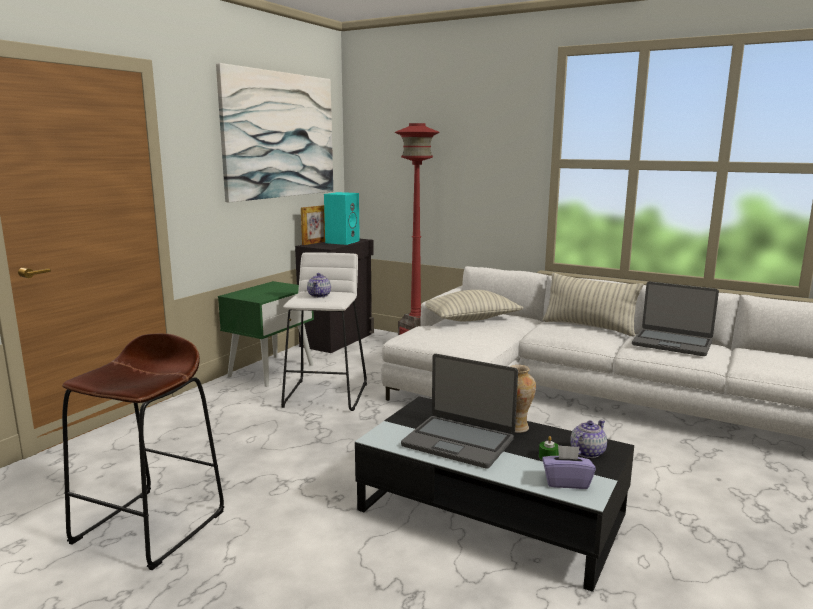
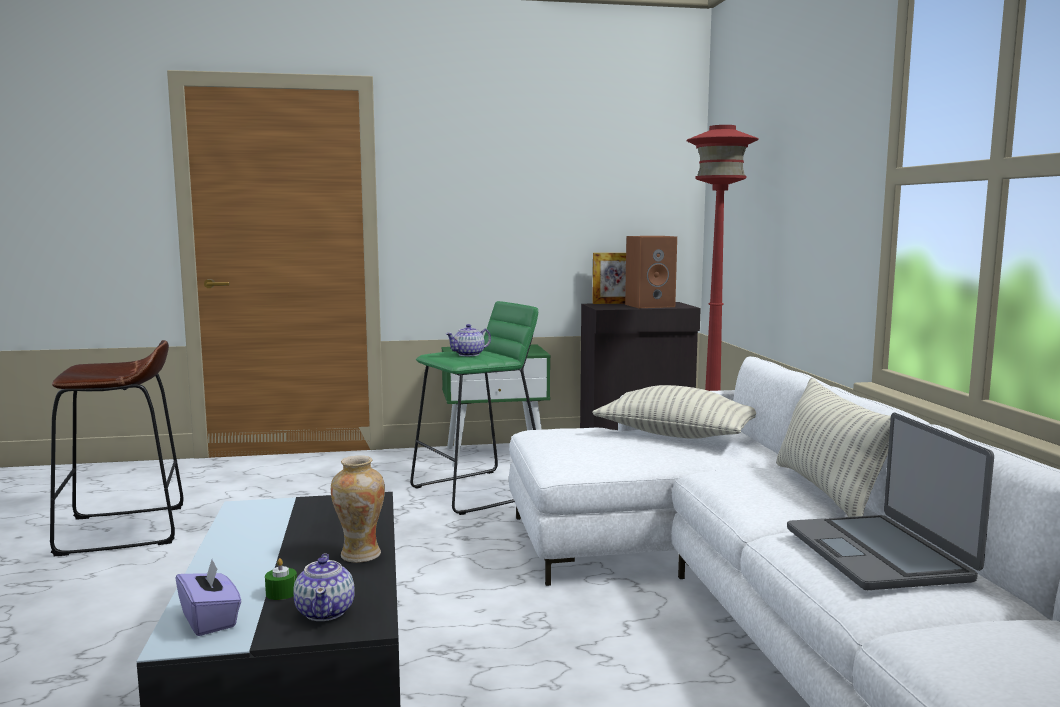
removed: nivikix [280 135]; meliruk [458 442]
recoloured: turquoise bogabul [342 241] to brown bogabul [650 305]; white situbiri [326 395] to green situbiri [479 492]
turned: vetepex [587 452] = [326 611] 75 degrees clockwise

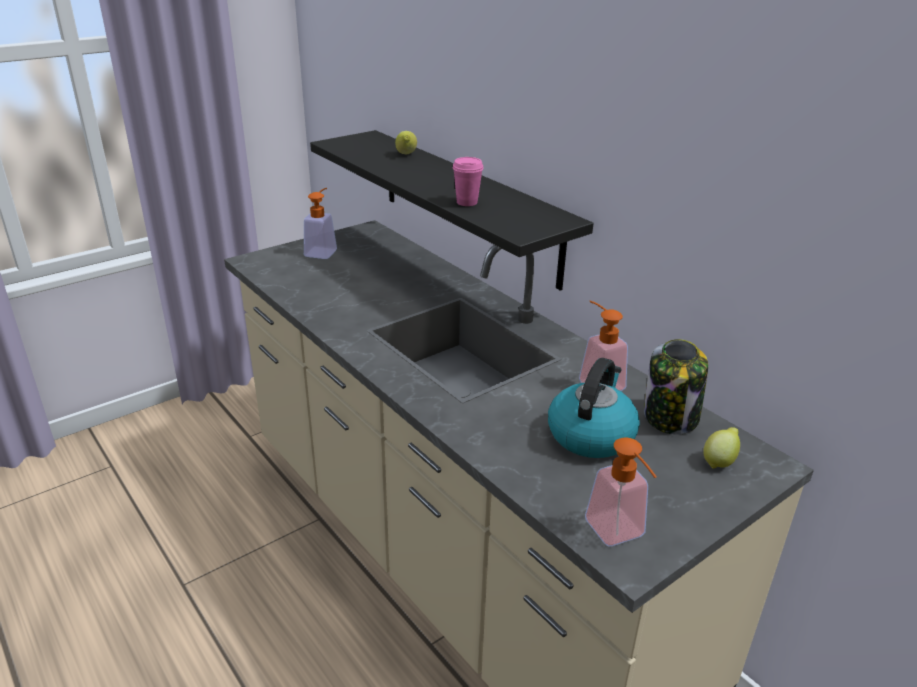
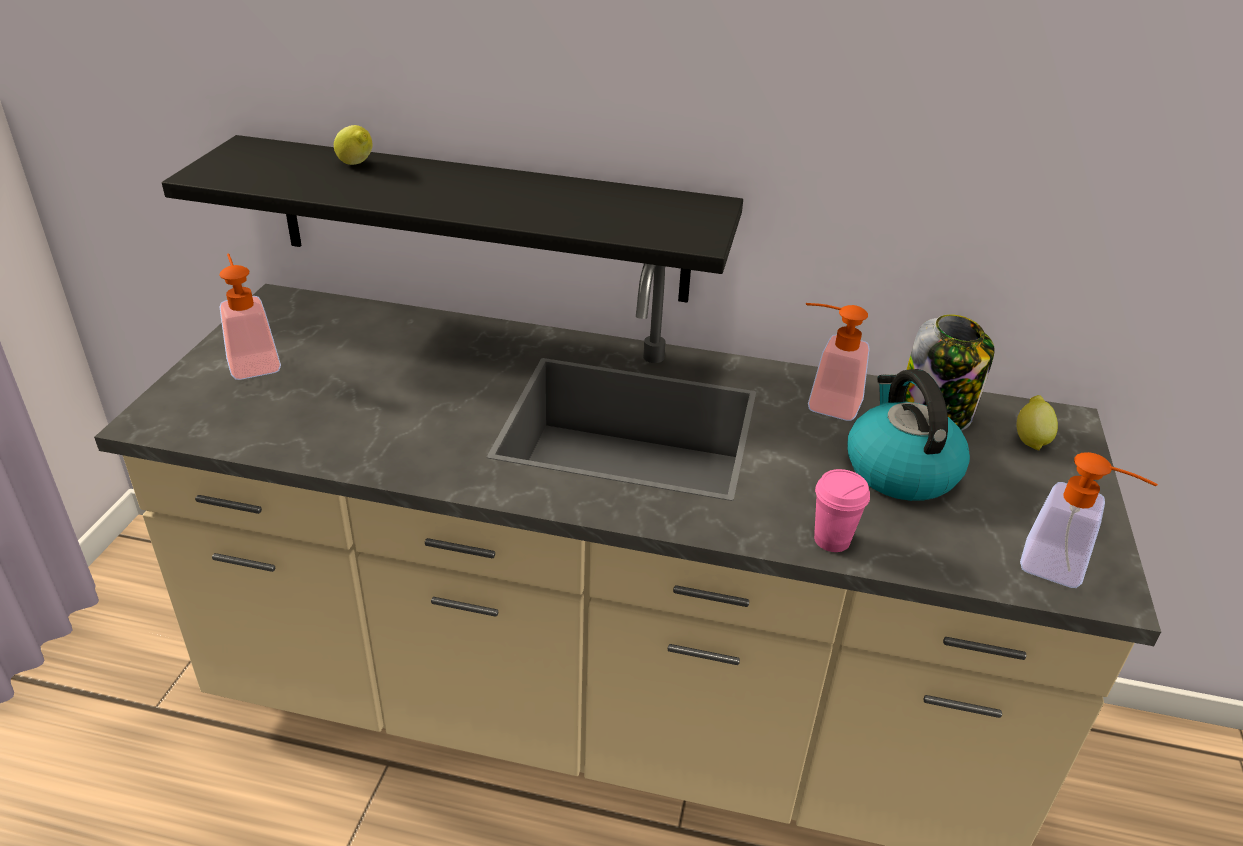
moved: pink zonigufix [467 202] to [832 540]

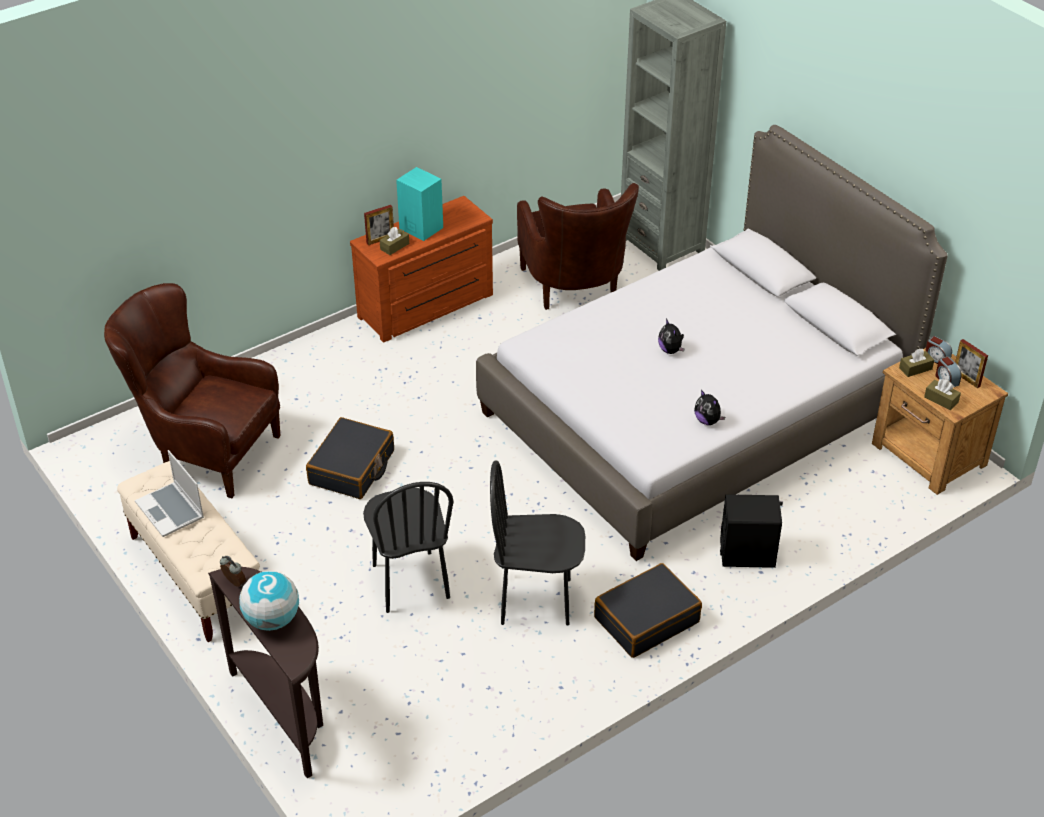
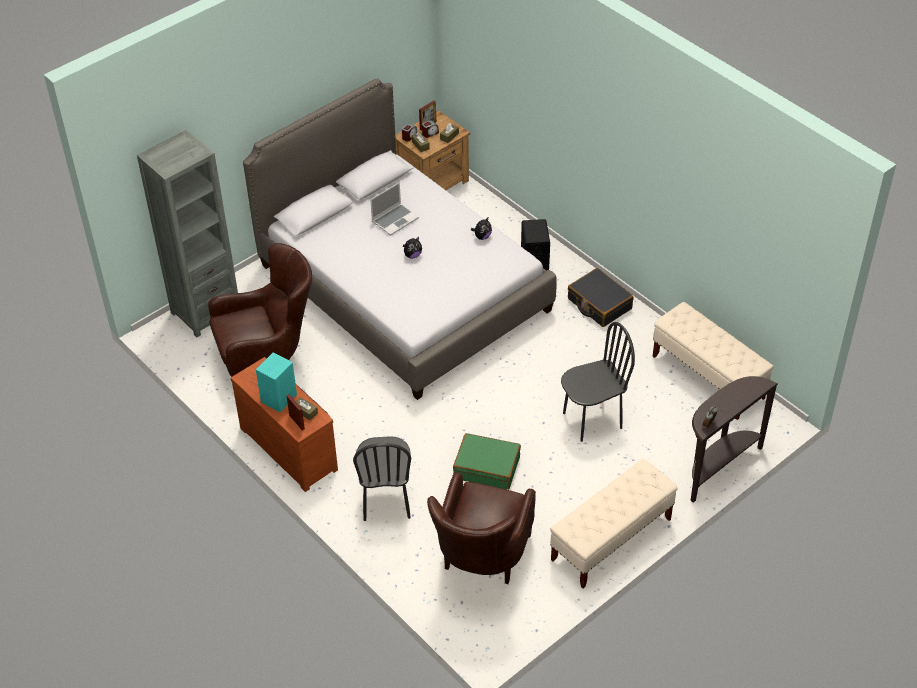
removed: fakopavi [272 620]
added: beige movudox [708 377]
moved: meliruk [171 511] to [395 219]; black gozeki [536 600] to [386 500]
recoloured: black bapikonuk [352 468] to green bapikonuk [487 467]

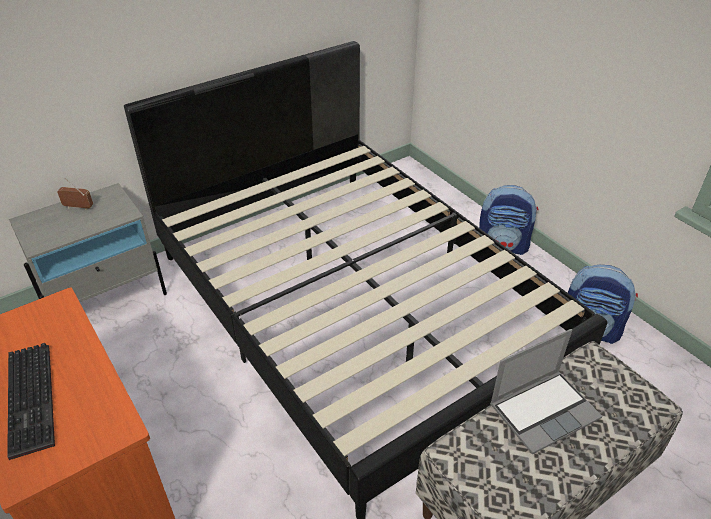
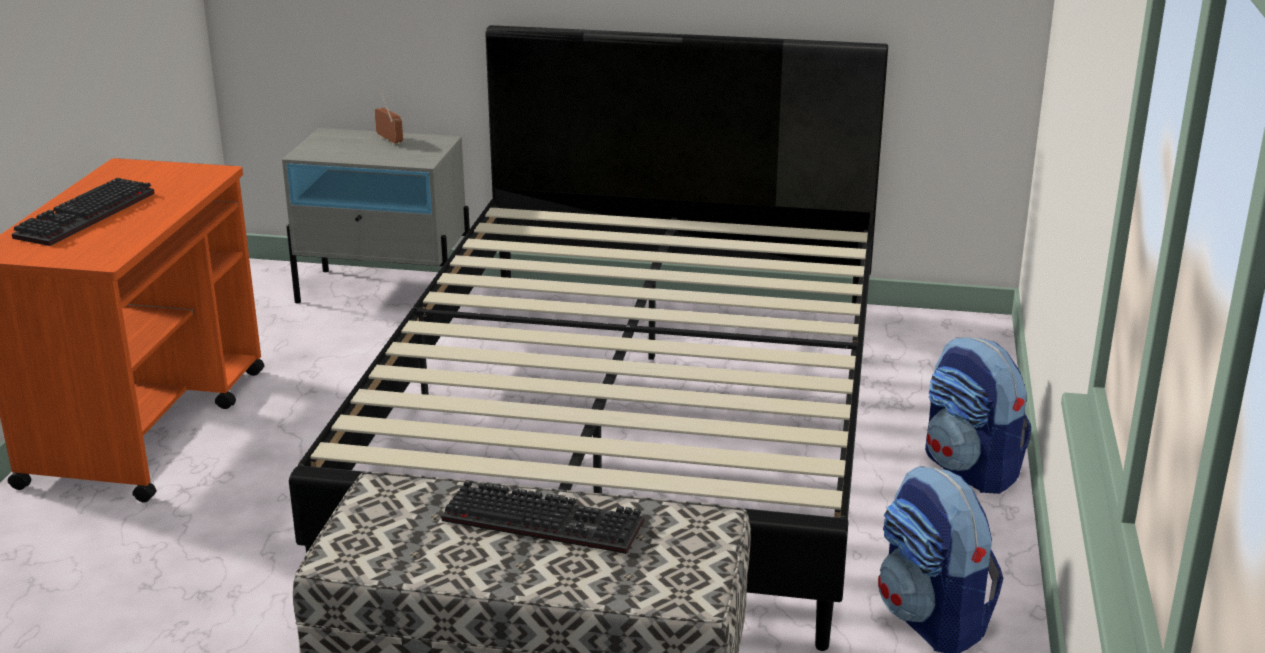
replaced: meliruk [544 410] to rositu [547 520]

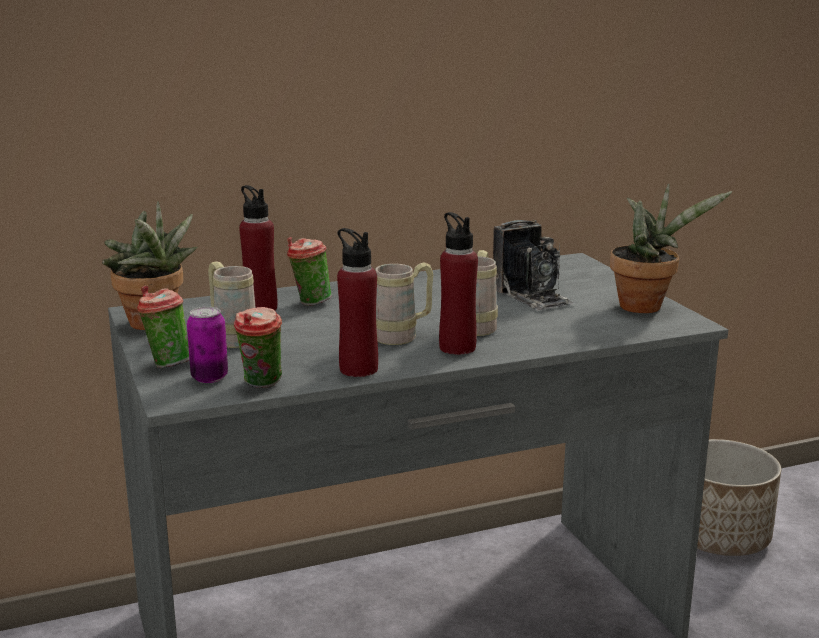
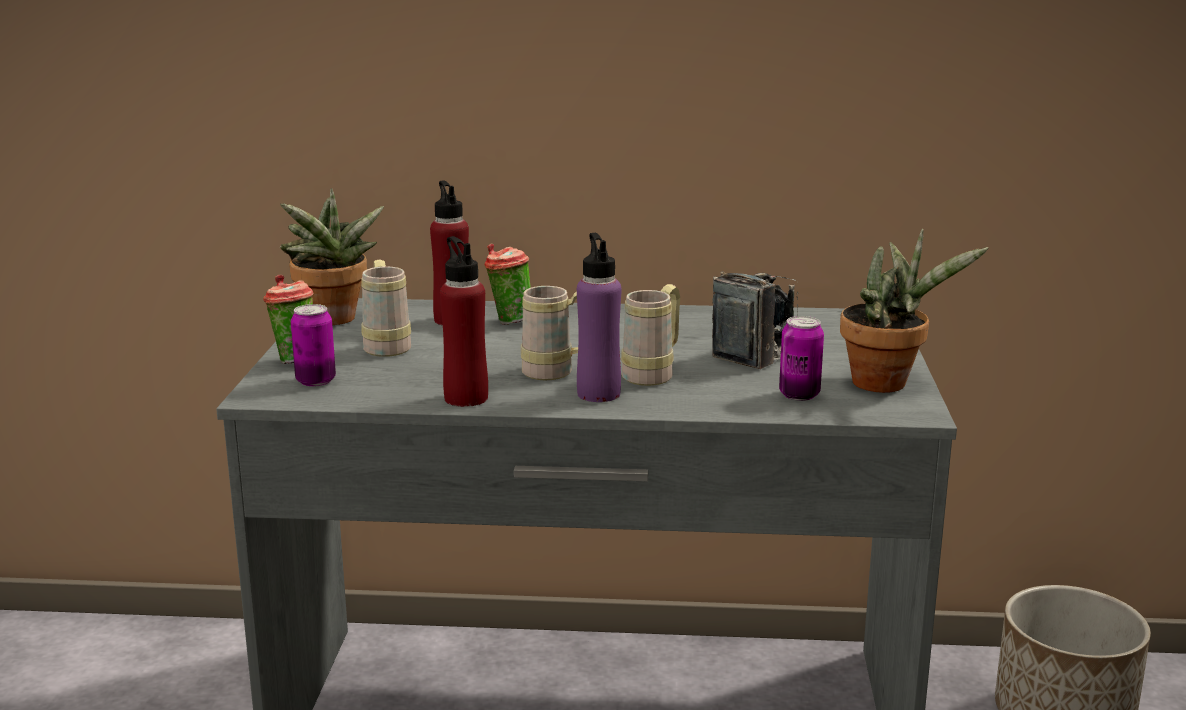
removed: zonigufix [261 385]
added: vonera [799 395]
recoloured: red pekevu [457 348] to purple pekevu [598 394]
turned: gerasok [532 296] = [763 351] 135 degrees counterclockwise

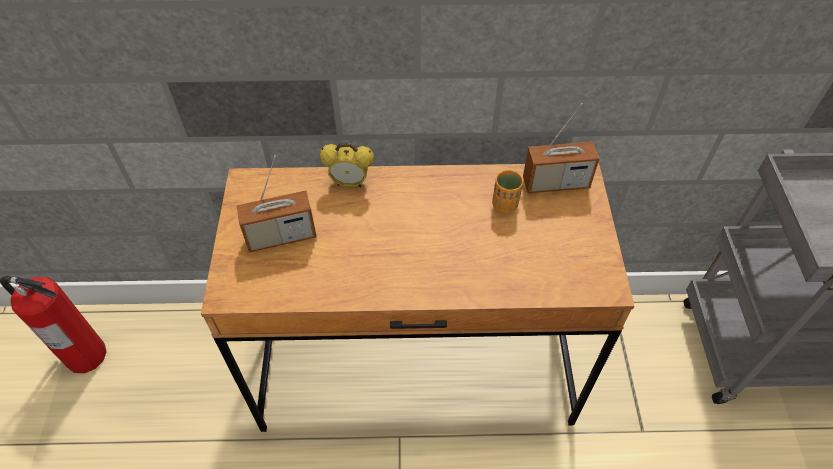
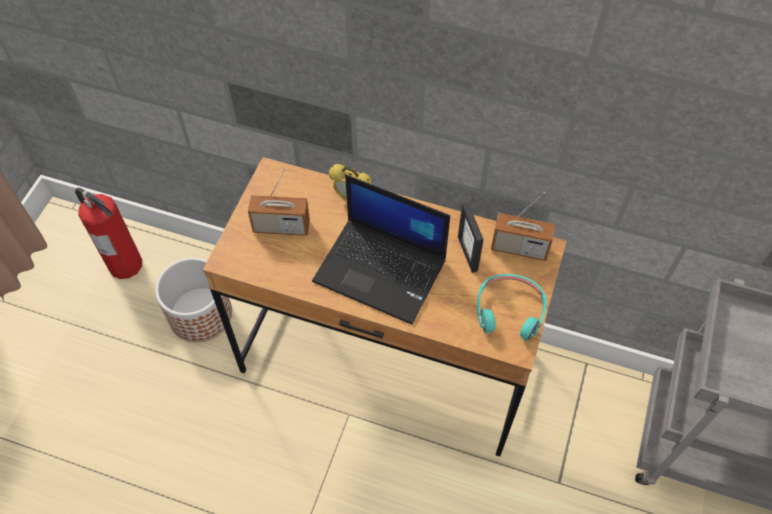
added: meliruk [382 270]; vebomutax [200 314]; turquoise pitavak [509 311]
replaced: orange zonigufix [505 205] to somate [468 254]

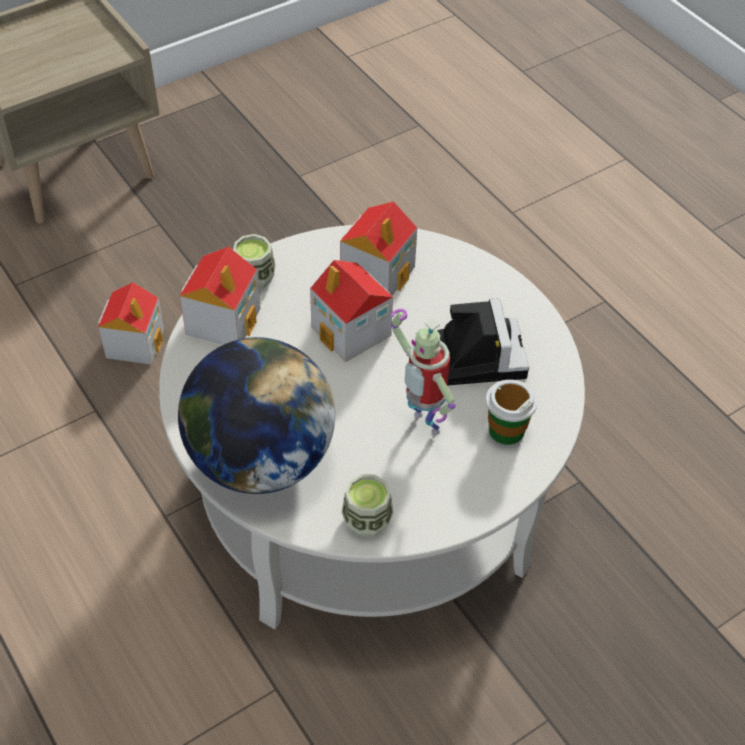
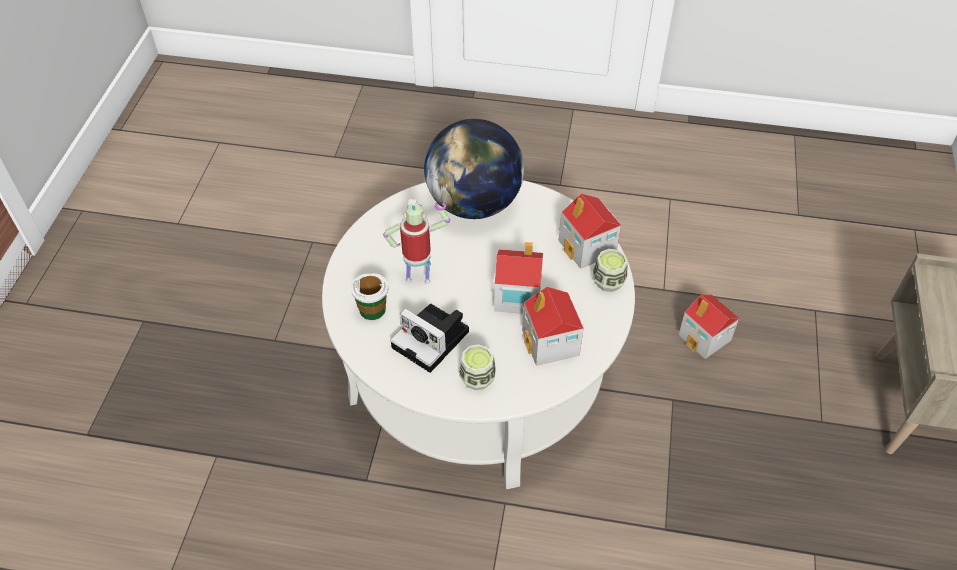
moved: zonigufix [367 520] to [477 378]

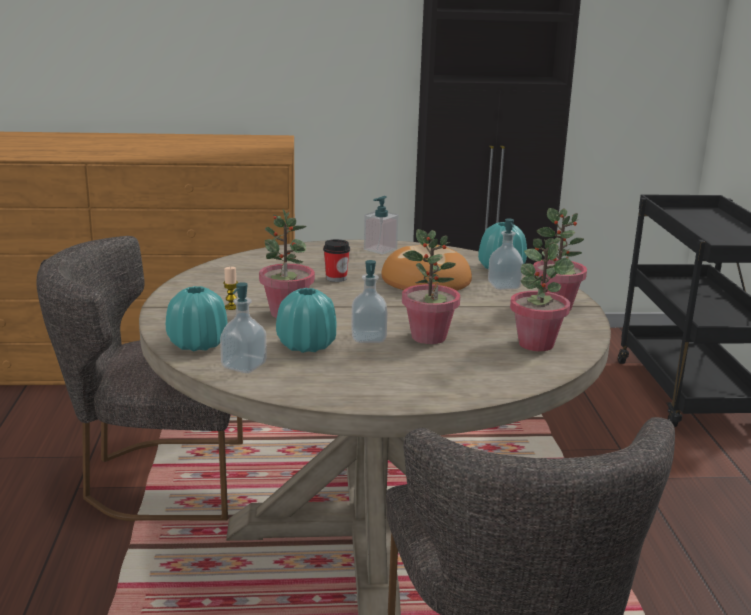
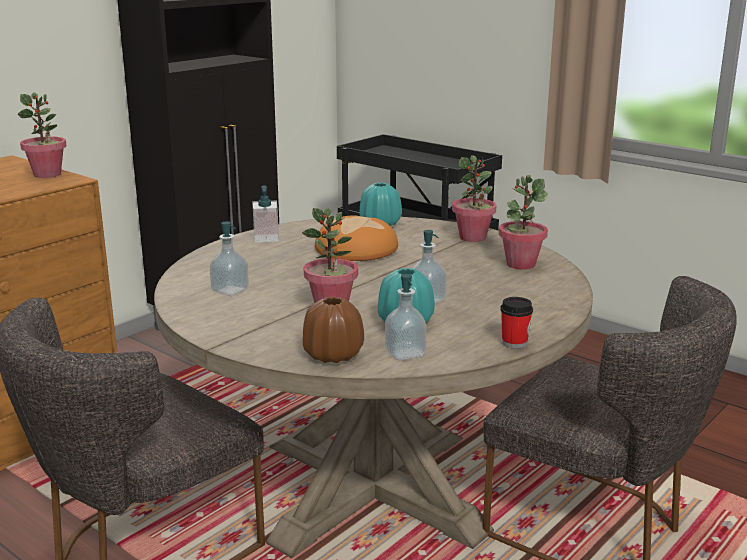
removed: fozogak [231 307]
moved: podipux [504 286] to [230 290]; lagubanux [429 337] to [47 174]; zonigufix [336 278] to [514 343]
recoloured: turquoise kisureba [198 344] to brown kisureba [333 355]

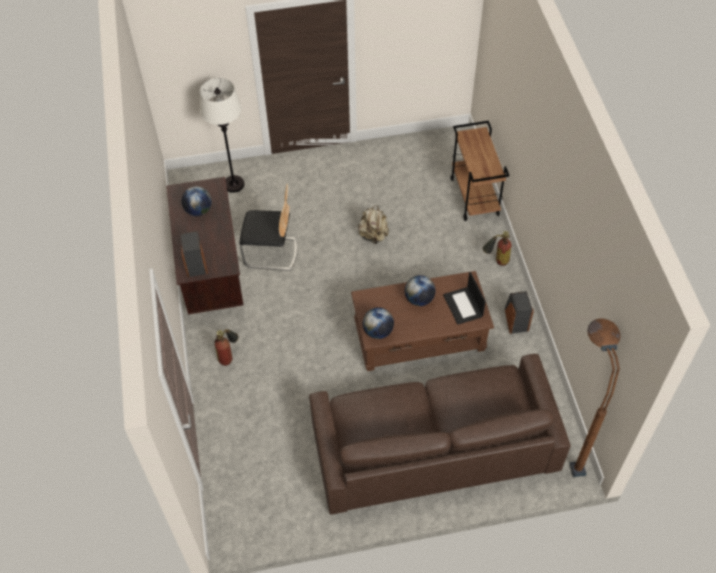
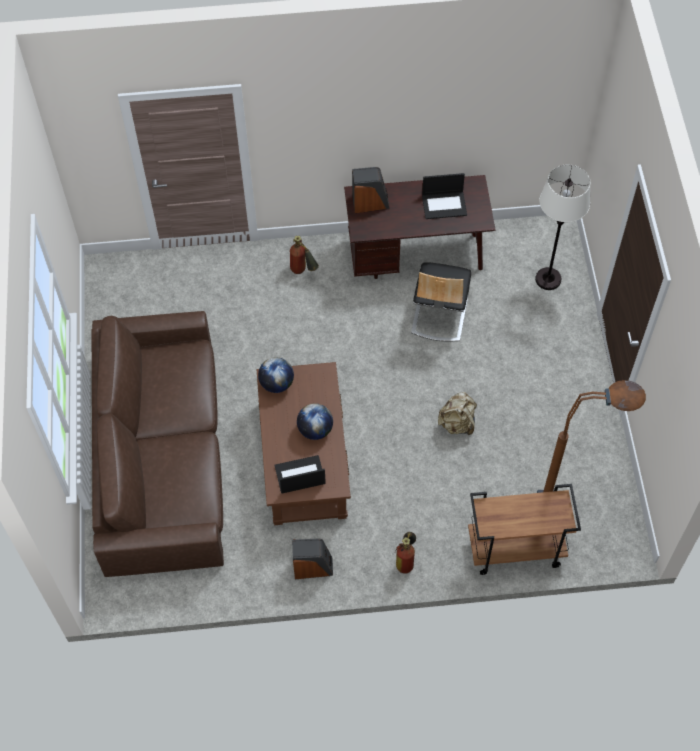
moved: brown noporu [570 442] to [578 497]
replaced: fakopavi [198 210] to meliruk [444 205]

